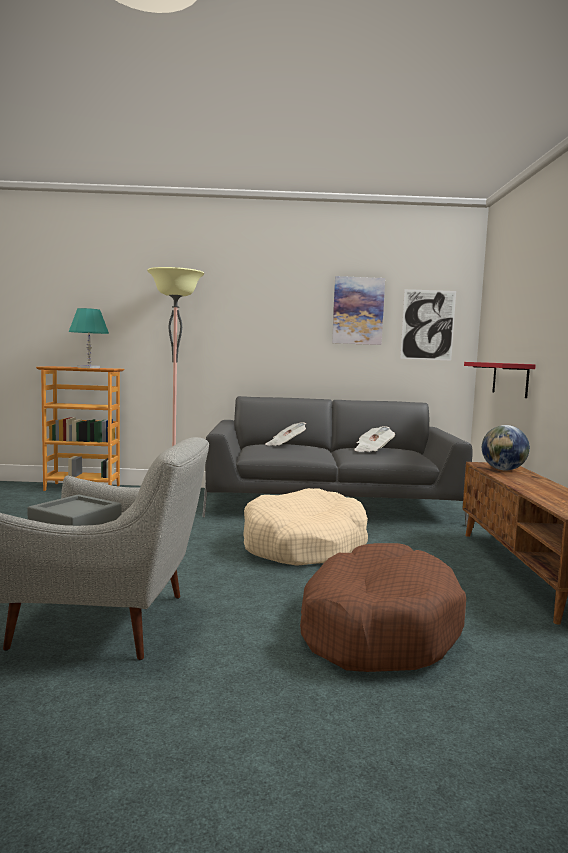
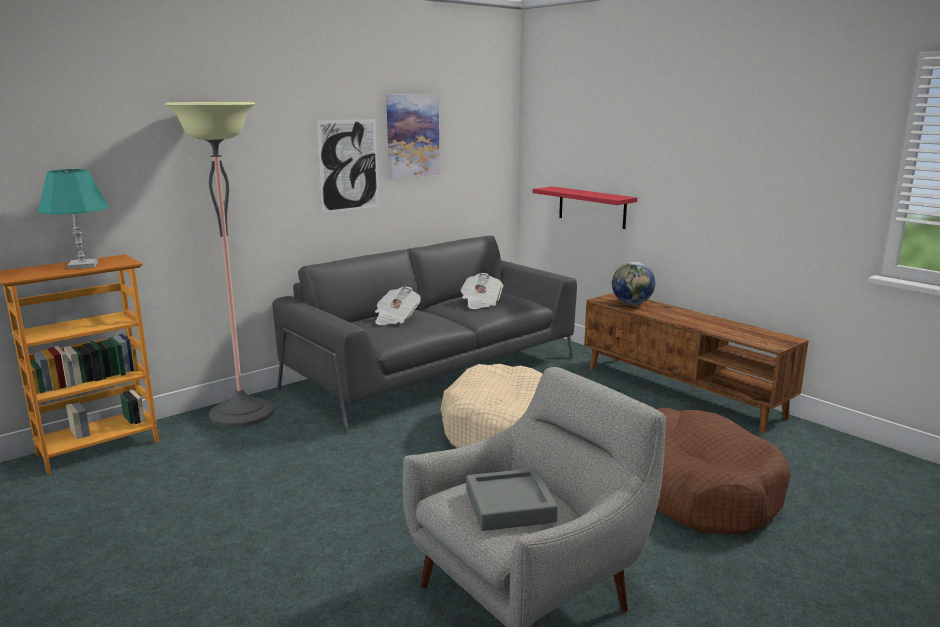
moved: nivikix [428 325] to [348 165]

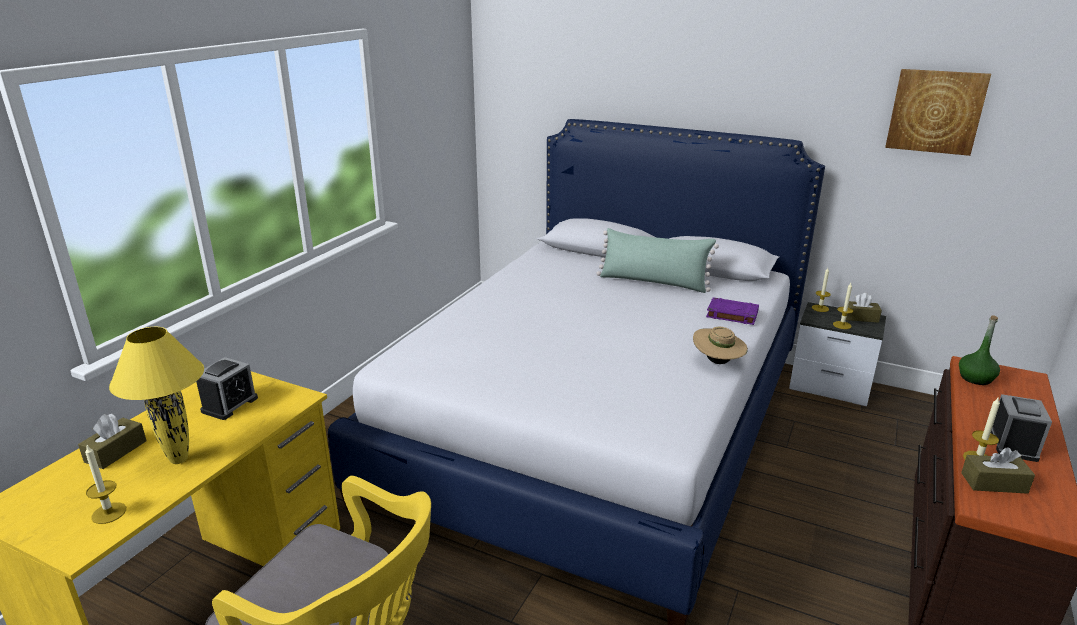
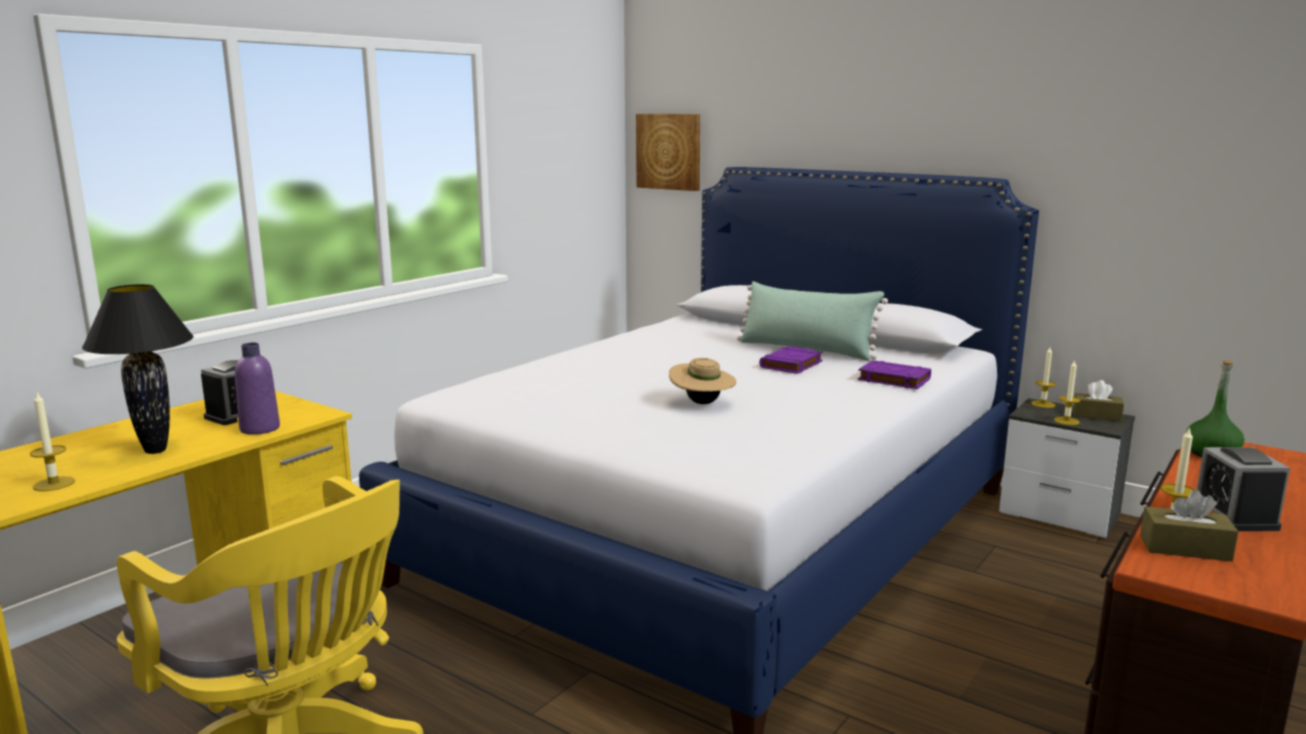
removed: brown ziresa [116 451]
added: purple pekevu [260 429]; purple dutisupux [791 365]
moved: nivikix [935 111] to [669 151]; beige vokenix [717 362] to [702 403]
recoloured: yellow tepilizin [178 459] to black tepilizin [154 450]
turned: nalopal [1013 444] = [1235 515] 150 degrees clockwise

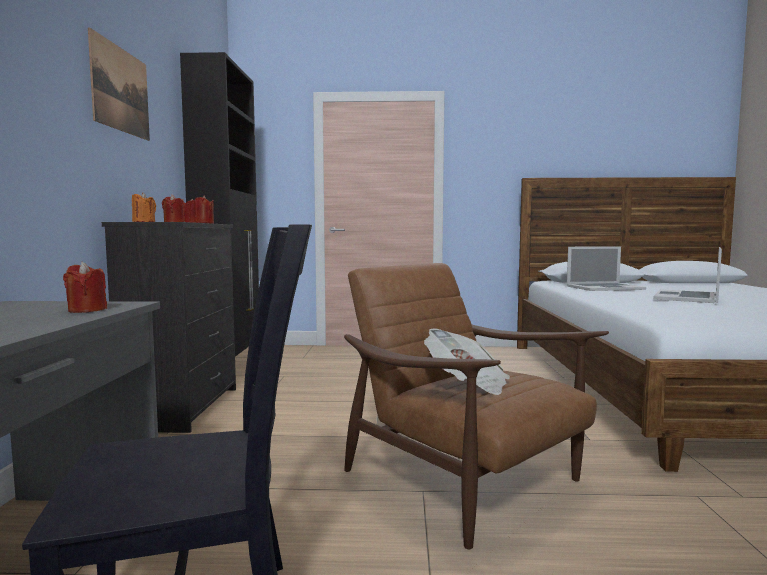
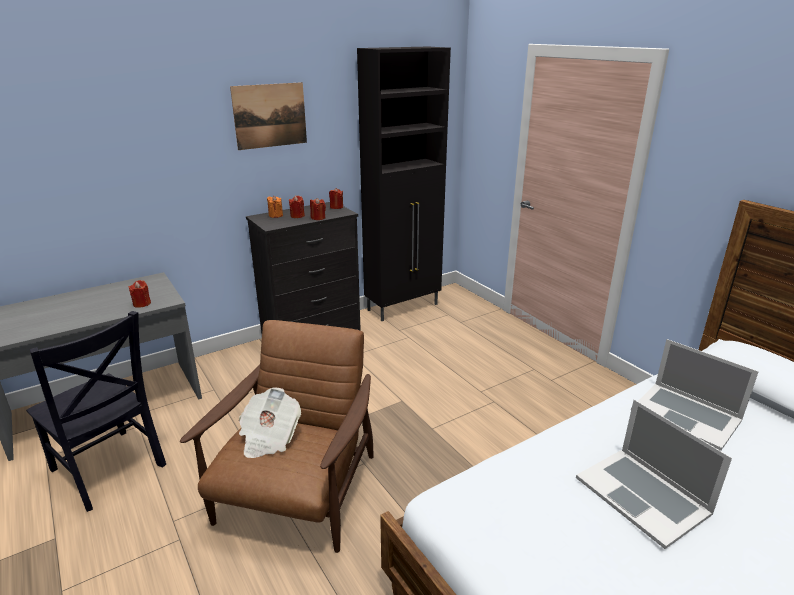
turned: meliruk [687 297] = [642 495] 120 degrees counterclockwise

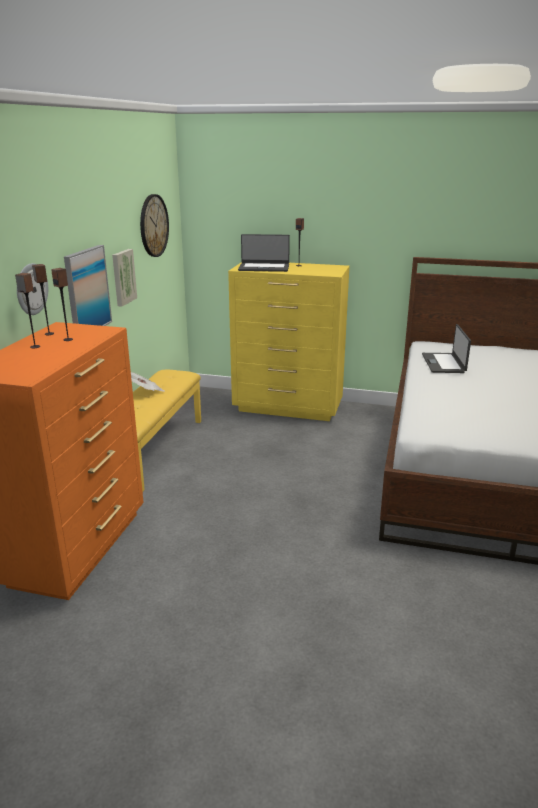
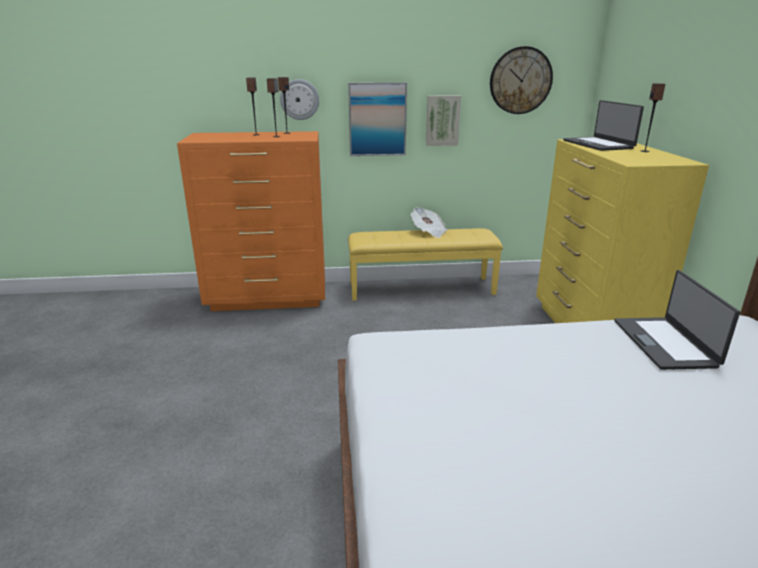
turned: meliruk [444 363] = [665 343] 75 degrees counterclockwise

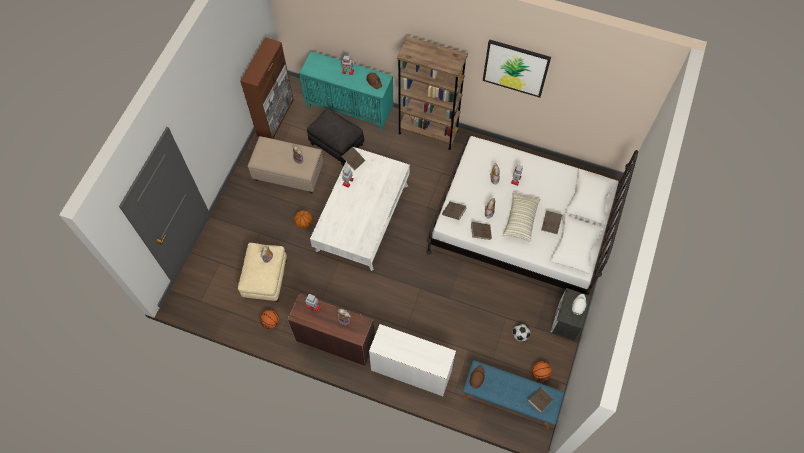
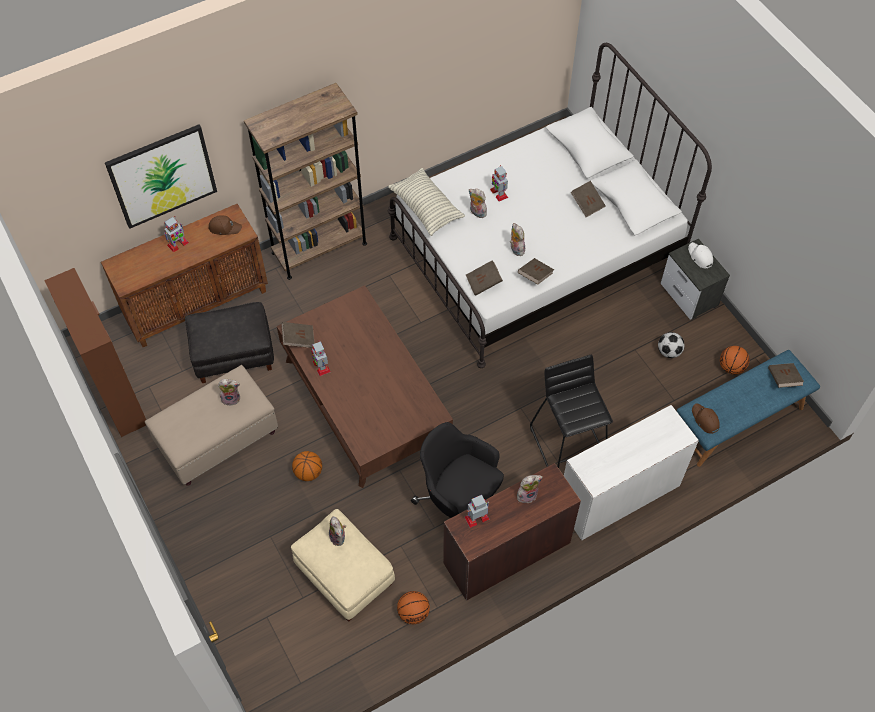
added: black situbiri [569 443]; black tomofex [459 503]
moved: nivikix [515 68] to [162 176]; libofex [520 220] to [426 208]
recoloured: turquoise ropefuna [350 108] to brown ropefuna [197 303]; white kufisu [362 217] to brown kufisu [365 401]

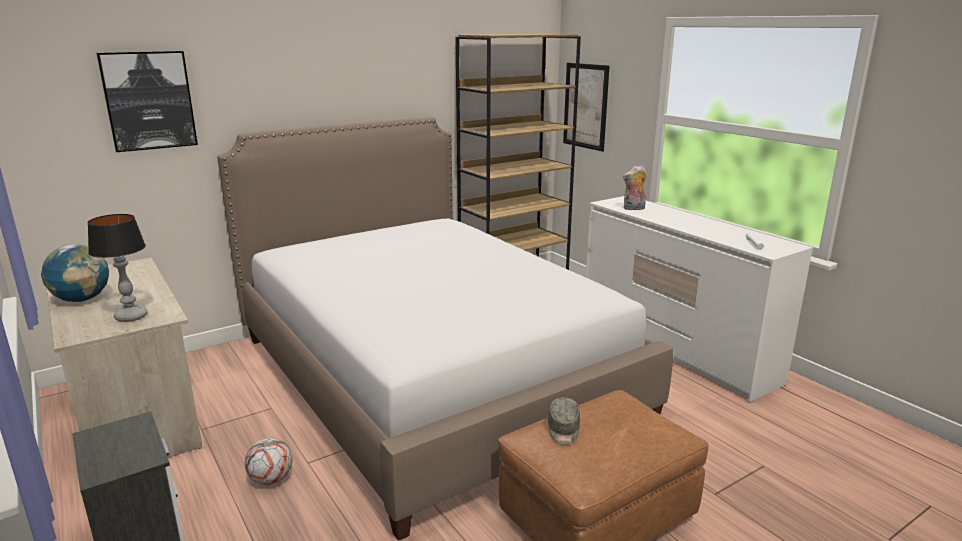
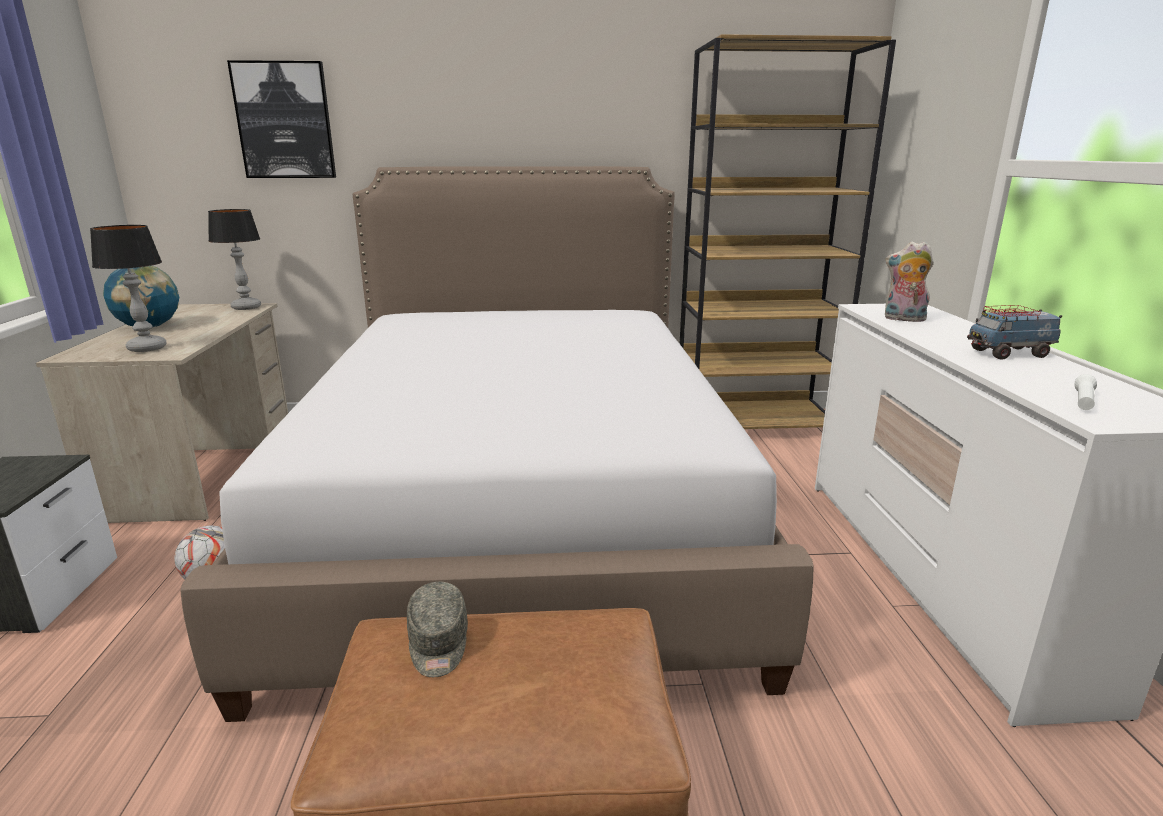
removed: nivikix [585 106]
added: tepilizin [246 307]; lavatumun [1008 353]
turned: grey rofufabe [563 430] = [438 644] 45 degrees counterclockwise

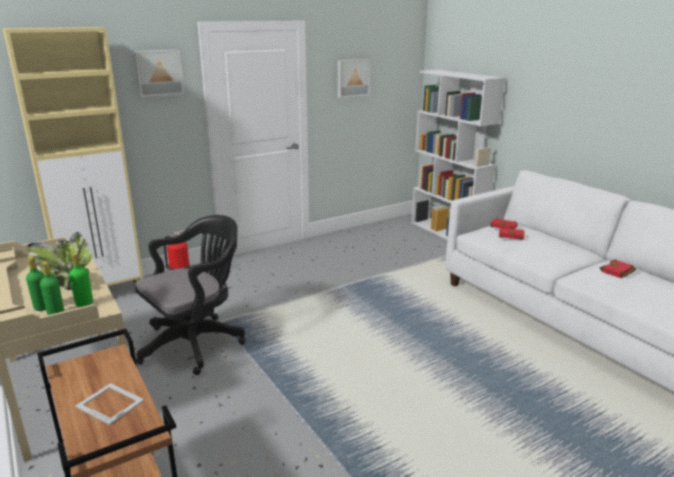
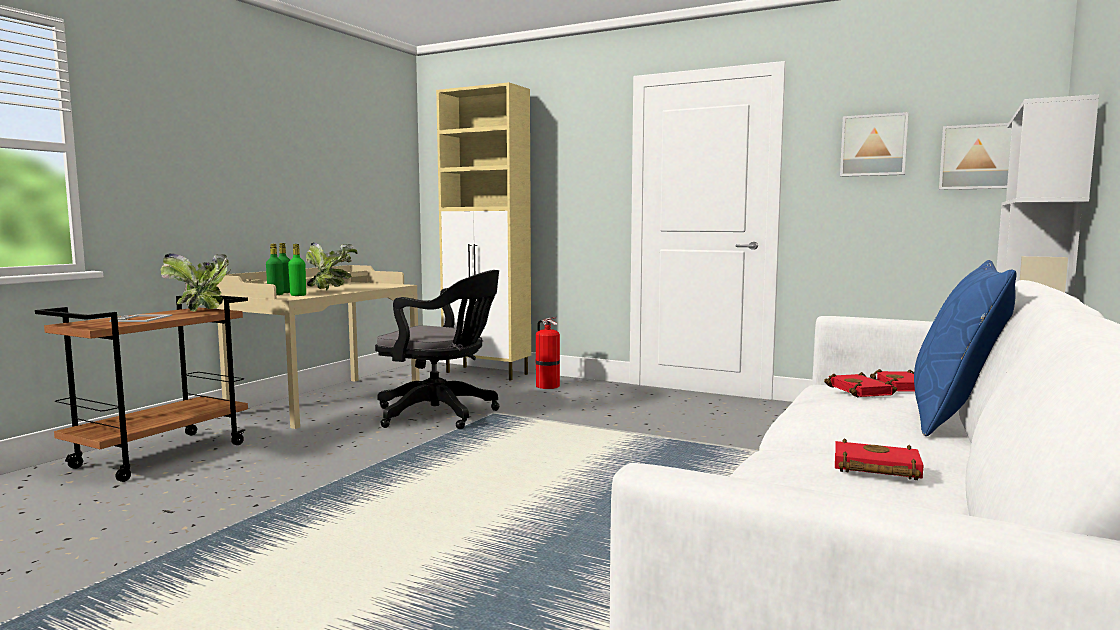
added: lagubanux [203 311]; blue libofex [954 416]
moved: nivikix [158 72] to [976 157]

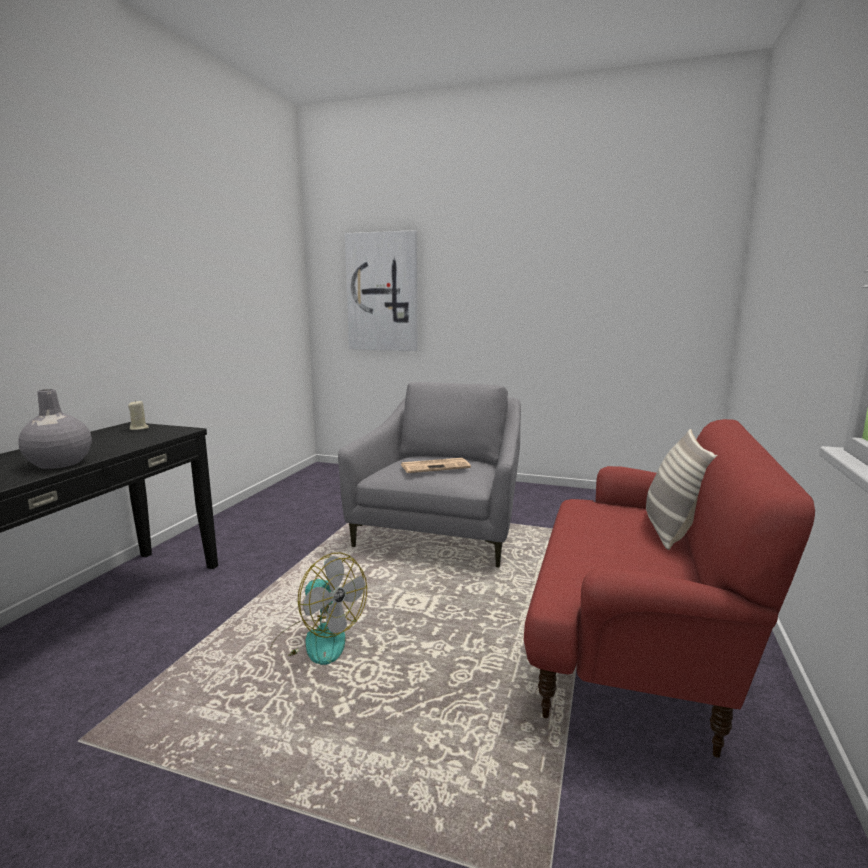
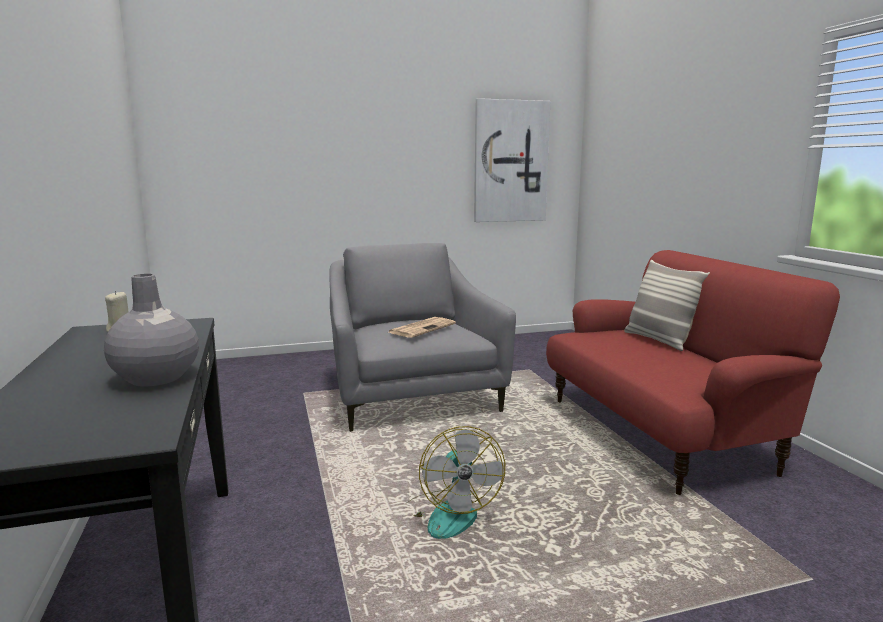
moved: nivikix [382 292] to [510 161]
turned: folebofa [316 641] = [448 513] 75 degrees clockwise

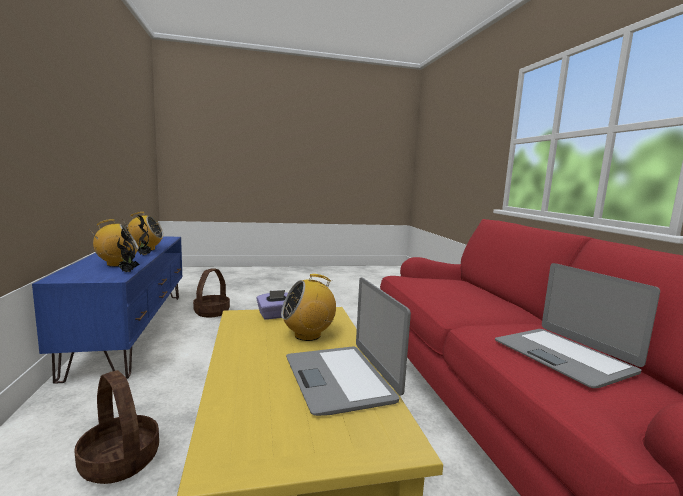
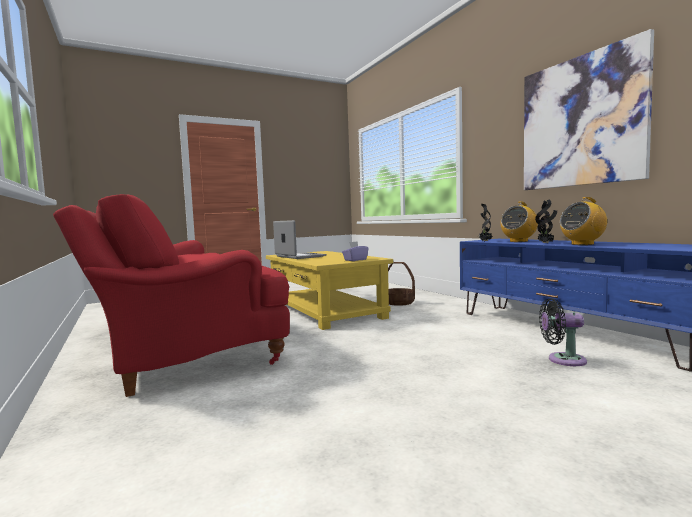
removed: meliruk [564 357]; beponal [308 335]
added: nivikix [581 122]
replaced: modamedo [211 312] to black folebofa [562 360]

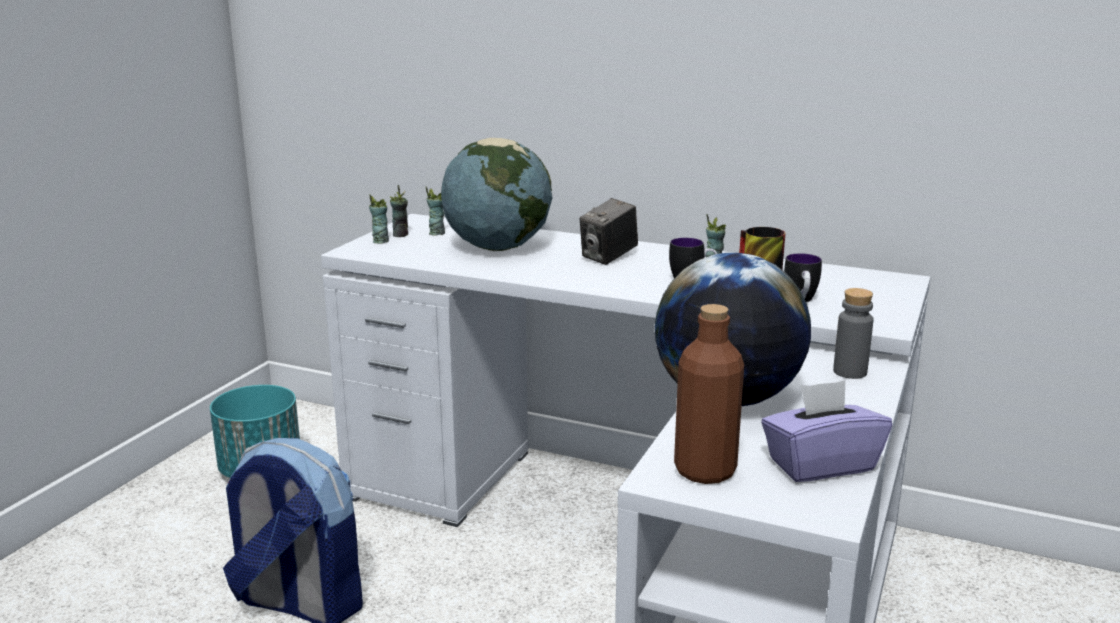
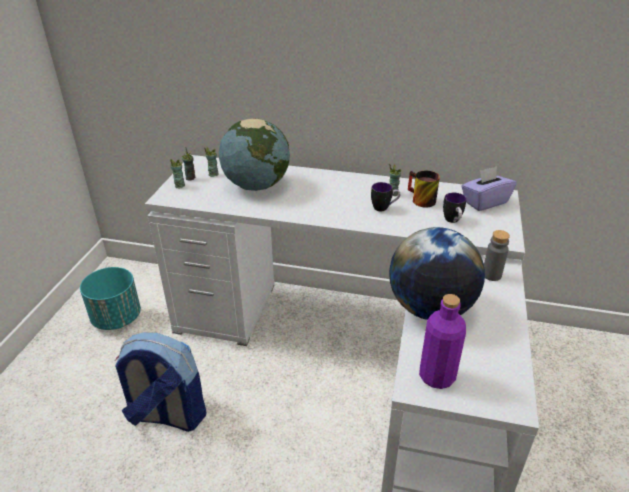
removed: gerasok [608 258]
moved: purple ziresa [820 464] to [484 202]
recoloured: brown pekevu [705 471] to purple pekevu [437 376]

